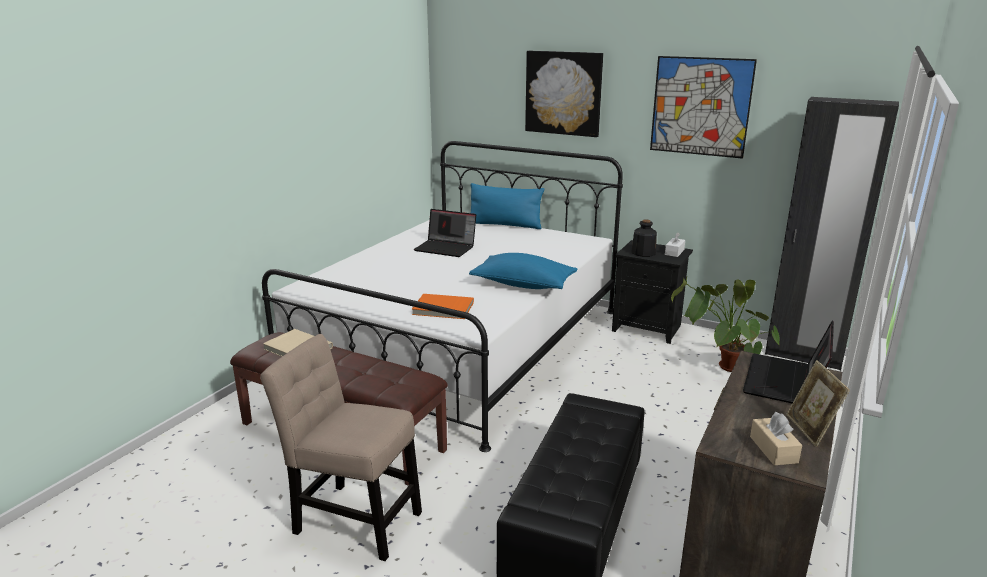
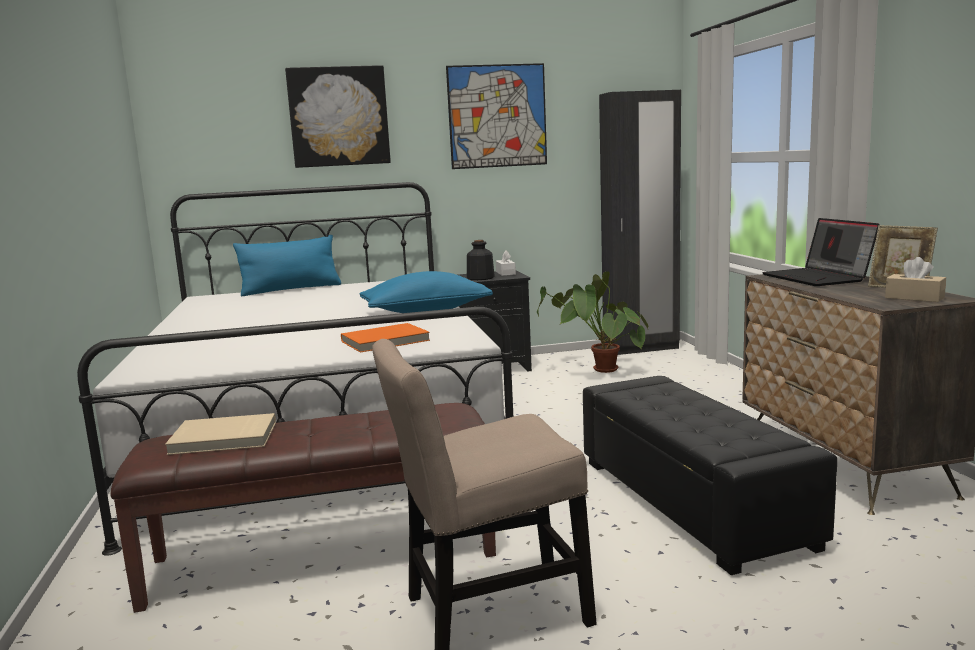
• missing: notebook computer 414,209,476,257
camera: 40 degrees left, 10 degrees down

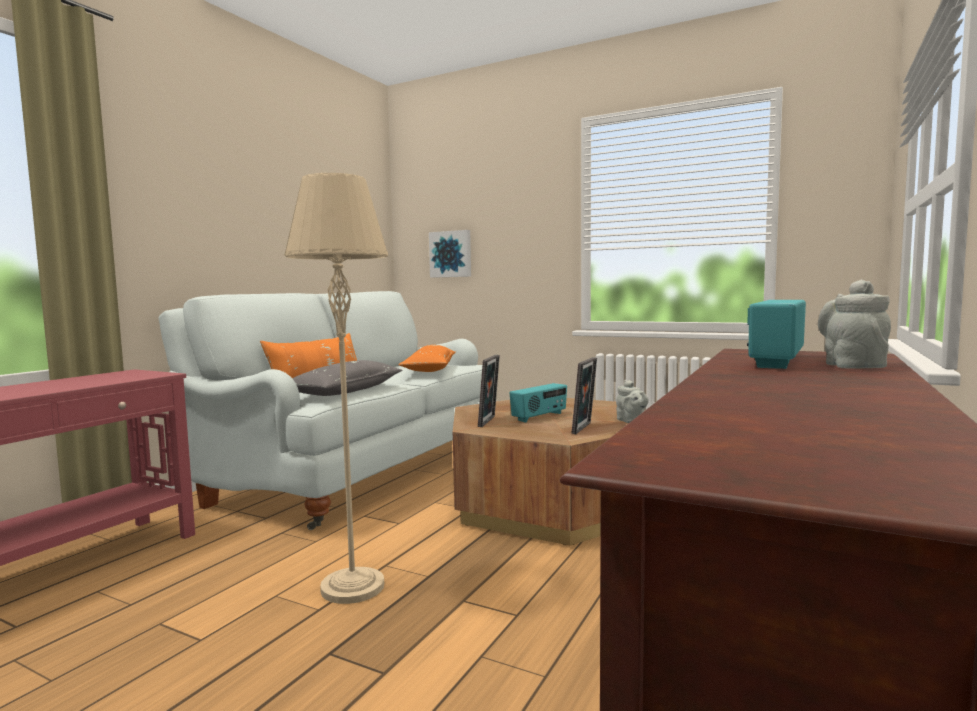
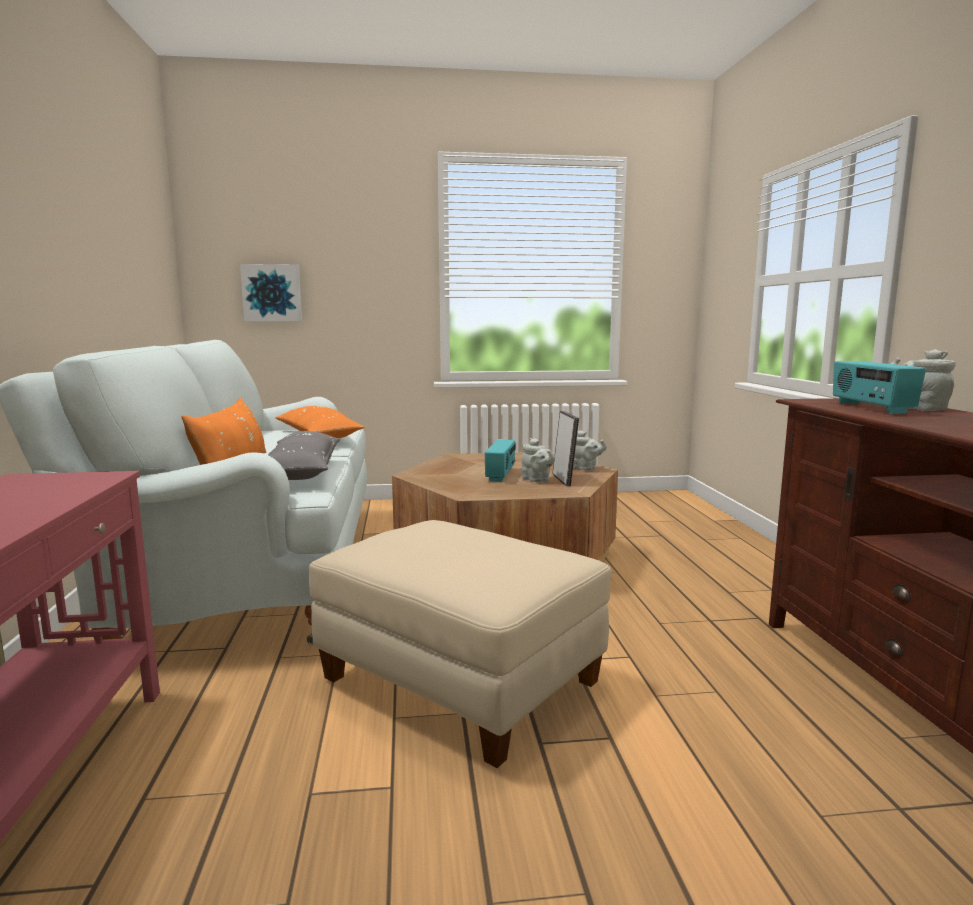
• missing: photo frame 478,355,500,427
• appeared: pot for tea/grey 521,438,555,482
• exchanged: floor lamp/beige-coloured 285,173,388,604 to footrest/beige-coloured 309,520,611,768
camera: 35 degrees left, 5 degrees up

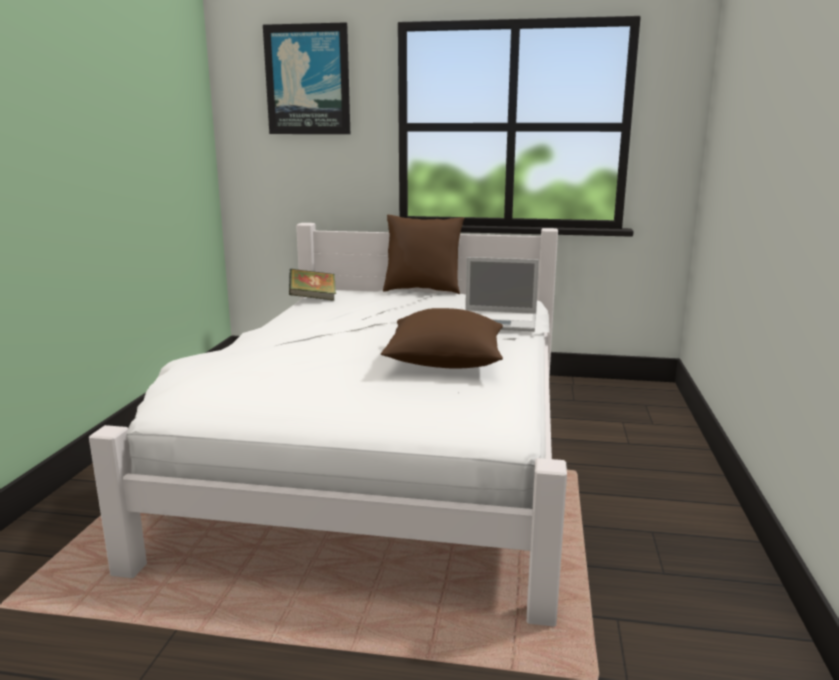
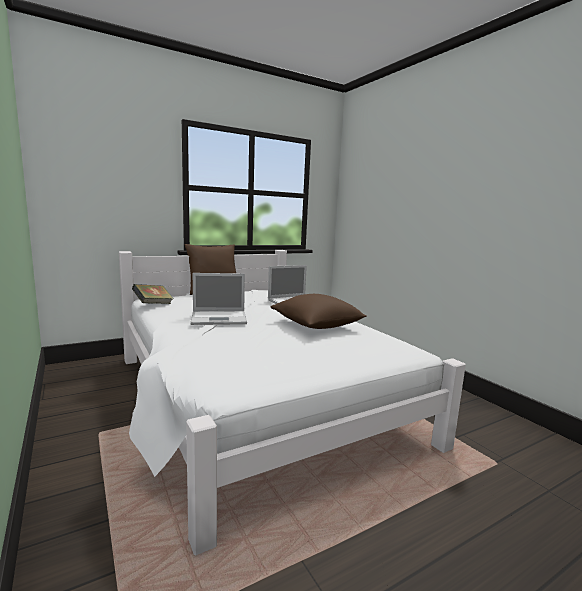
• missing: picture 263,22,350,134
• appeared: notebook computer 190,273,247,325
camera: 40 degrees left, 5 degrees down

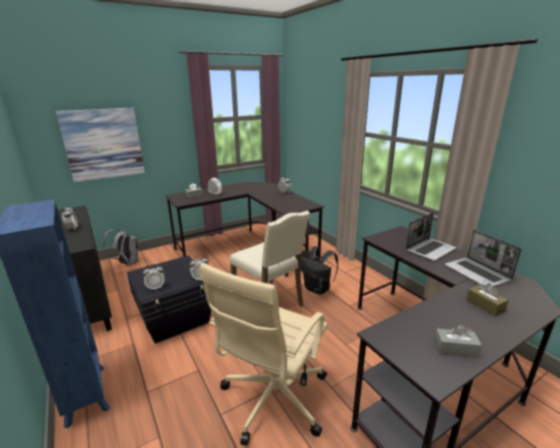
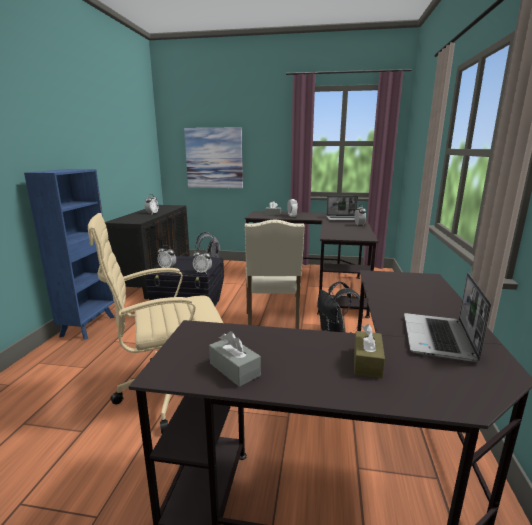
• relocated: notebook computer 406,213,457,261 to 326,196,358,221
camera: 40 degrees right, 5 degrees down

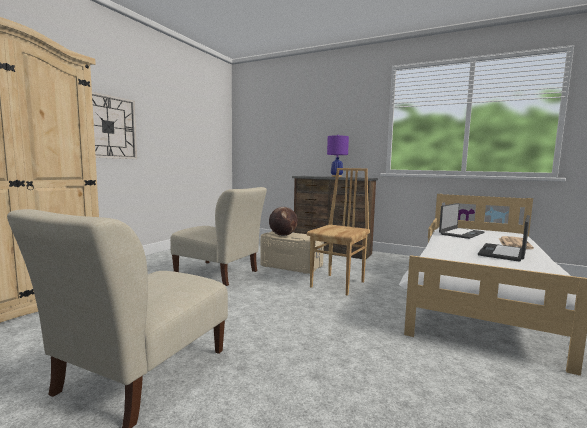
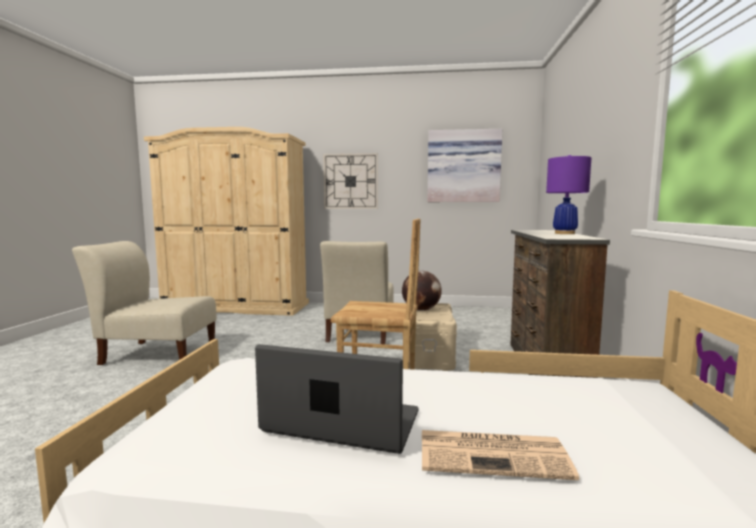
• missing: notebook computer 439,203,484,239
• appeared: picture 427,129,502,202
camera: 70 degrees right, 0 degrees up

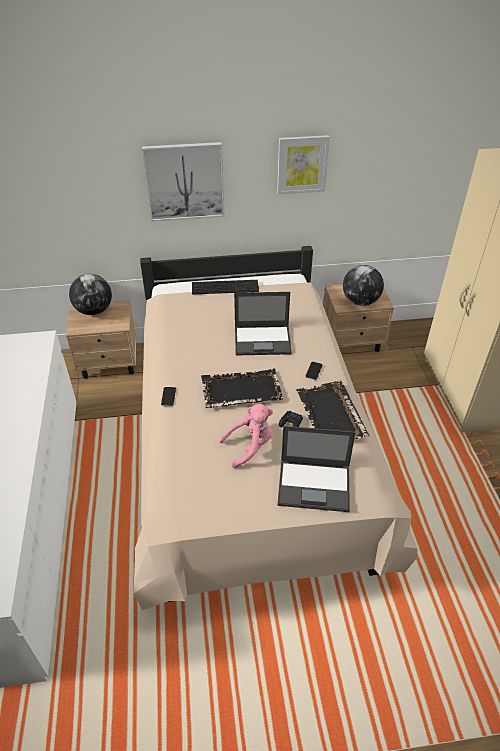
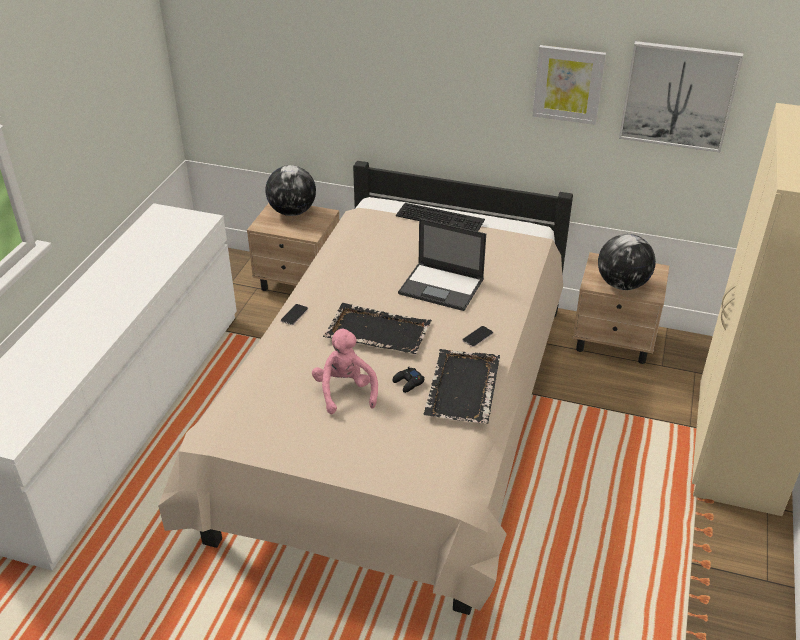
• missing: notebook computer 277,426,356,512
• relocated: picture 142,142,225,222 to 619,41,743,153
• spun: plush toy/pink 219,404,273,468 = 312,328,378,414 105 degrees counterclockwise
camera: 25 degrees right, 5 degrees down

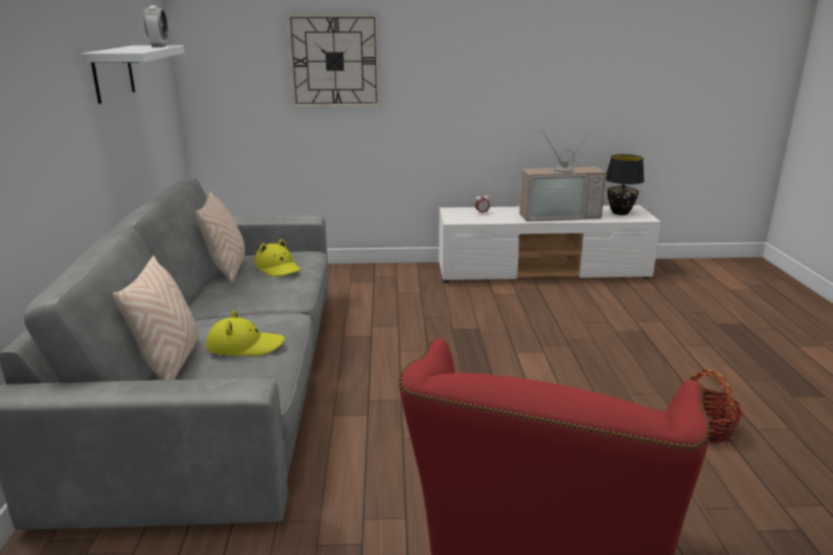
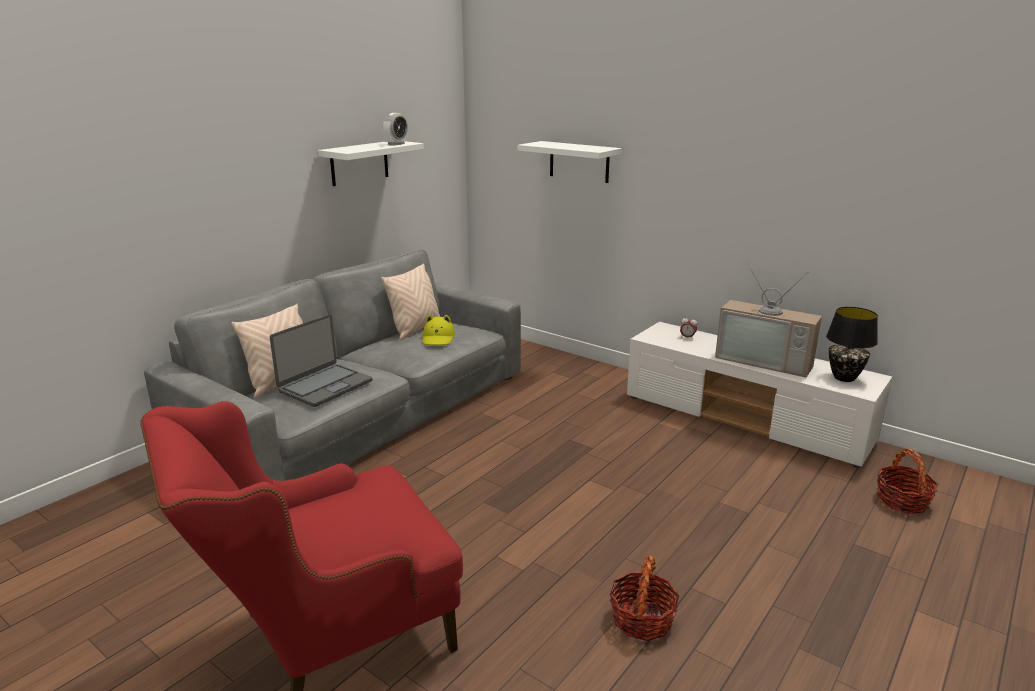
• appeared: basket 877,448,938,514
• exchanged: wearable hat/yellow 206,310,285,356 to notebook computer 270,314,372,407
• exchanged: wall clock 286,13,380,108 to bracket shelf/white-coloured 518,141,622,183
camera: 40 degrees right, 0 degrees up

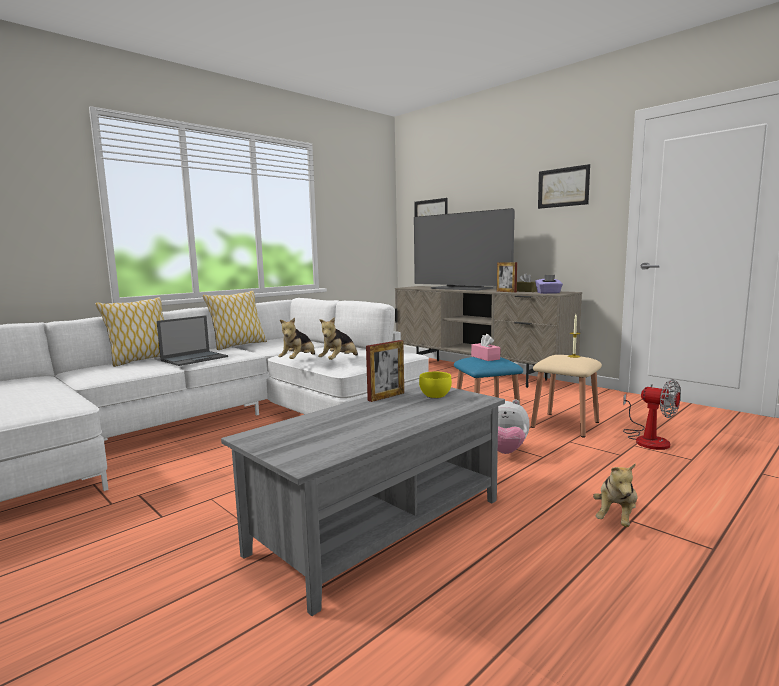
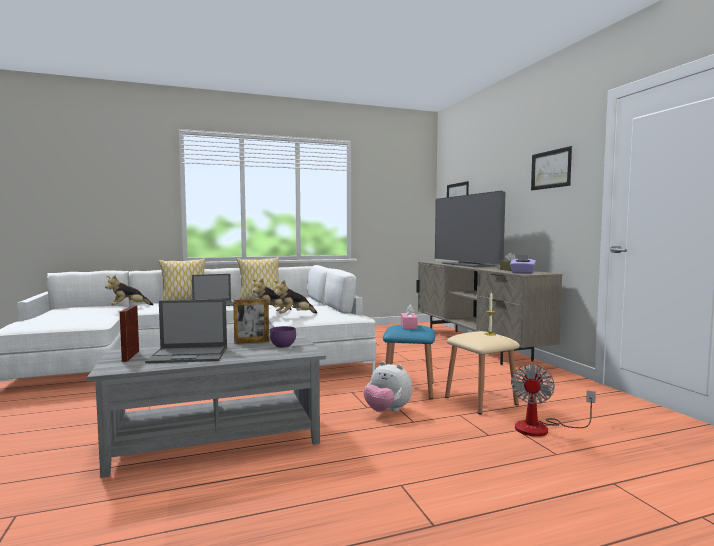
• appeared: notebook computer 145,299,227,364
• relocated: photo frame 497,262,517,293 to 120,305,139,362
• relocated: plush toy 593,463,638,527 to 105,275,153,305
• colour: deep dish/yellow 419,372,452,399 to deep dish/purplish 270,326,296,348
• spun: electric fan 623,379,681,450 = 511,364,596,437 45 degrees clockwise
camera: 25 degrees right, 5 degrees down

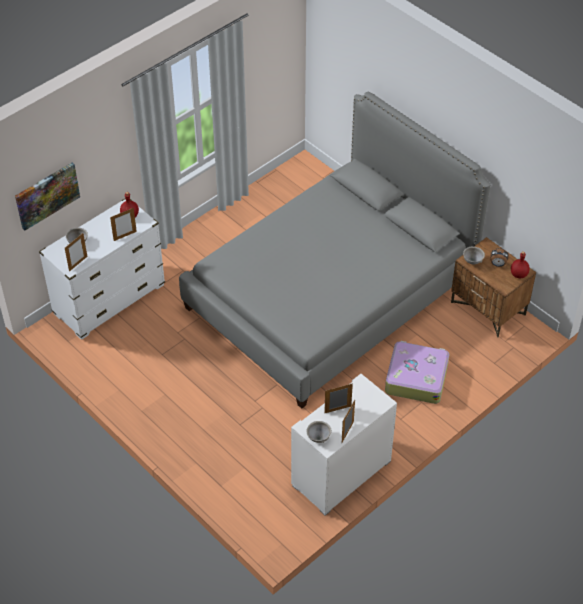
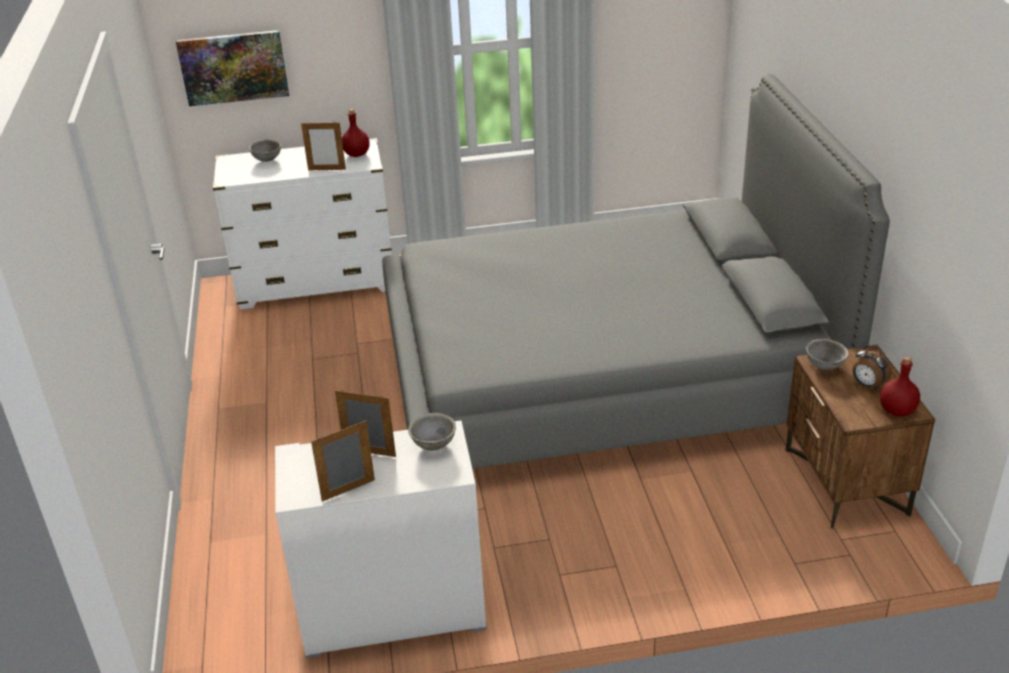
• missing: photo frame 65,233,87,272
• missing: travel case 385,341,449,404
• relocated: deep dish/grey 306,421,332,443 to 408,413,456,451
camera: 35 degrees right, 15 degrees down

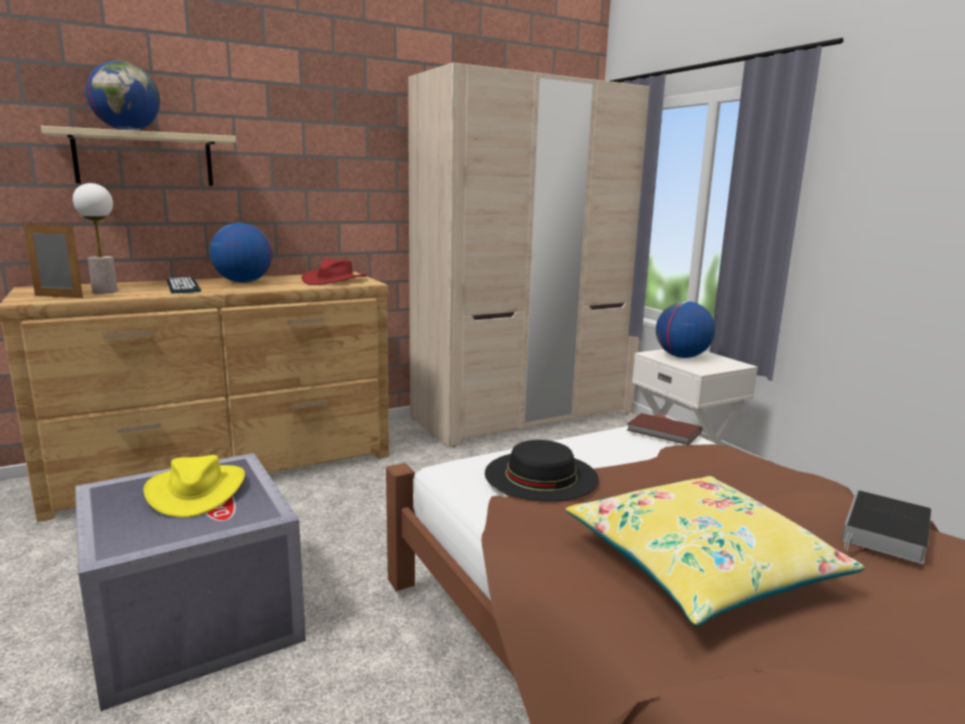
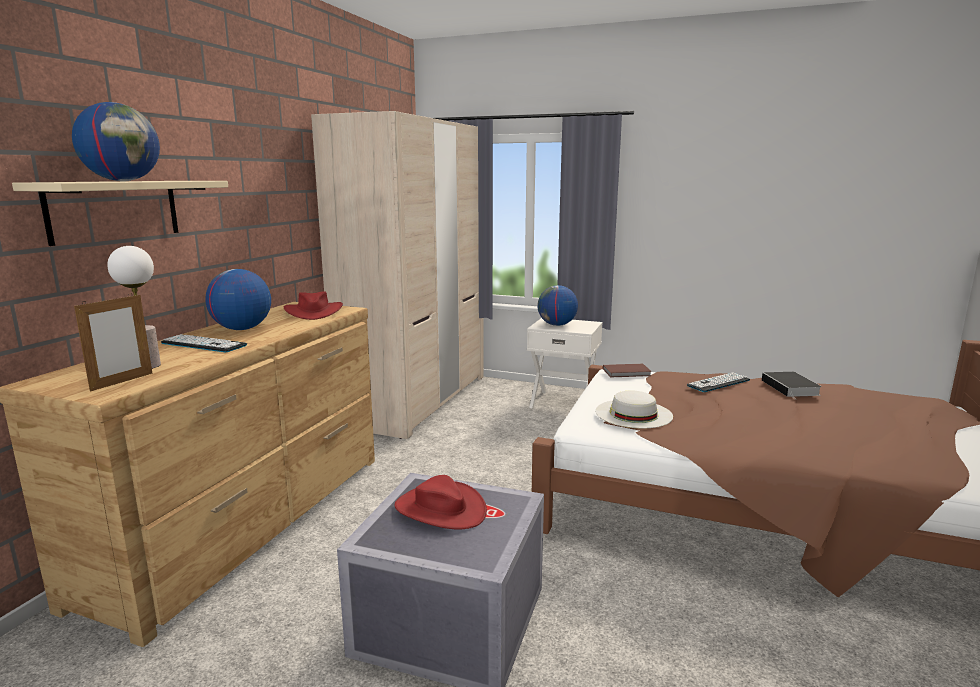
• missing: pillow/yellow 566,476,865,626
• appeared: computer keyboard 687,372,750,392
• colour: wearable hat/yellow 144,455,245,518 to wearable hat/reddish 395,475,487,529
• colour: wearable hat/black-coloured 485,440,599,502 to wearable hat/white-coloured 595,391,673,429
• spun: photo frame 24,221,83,298 = 74,293,153,391 150 degrees clockwise
camera: 40 degrees left, 0 degrees up

